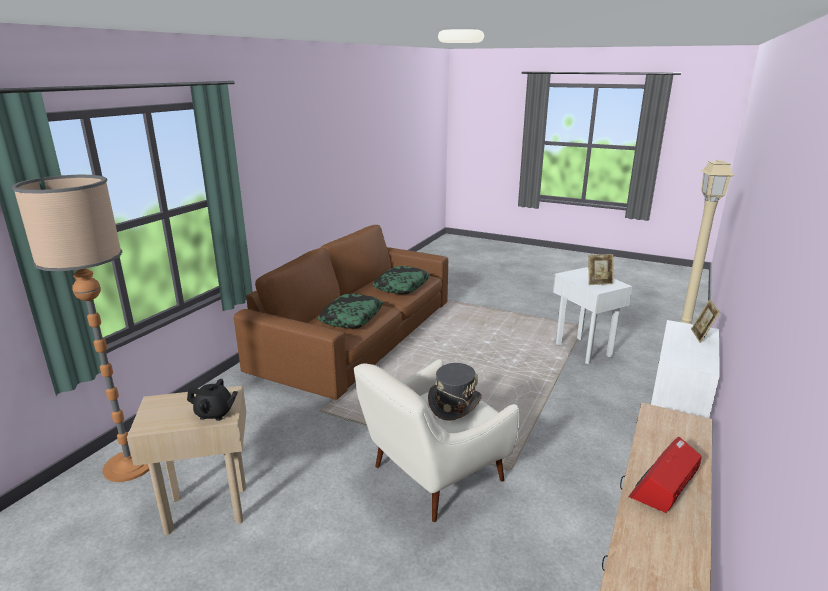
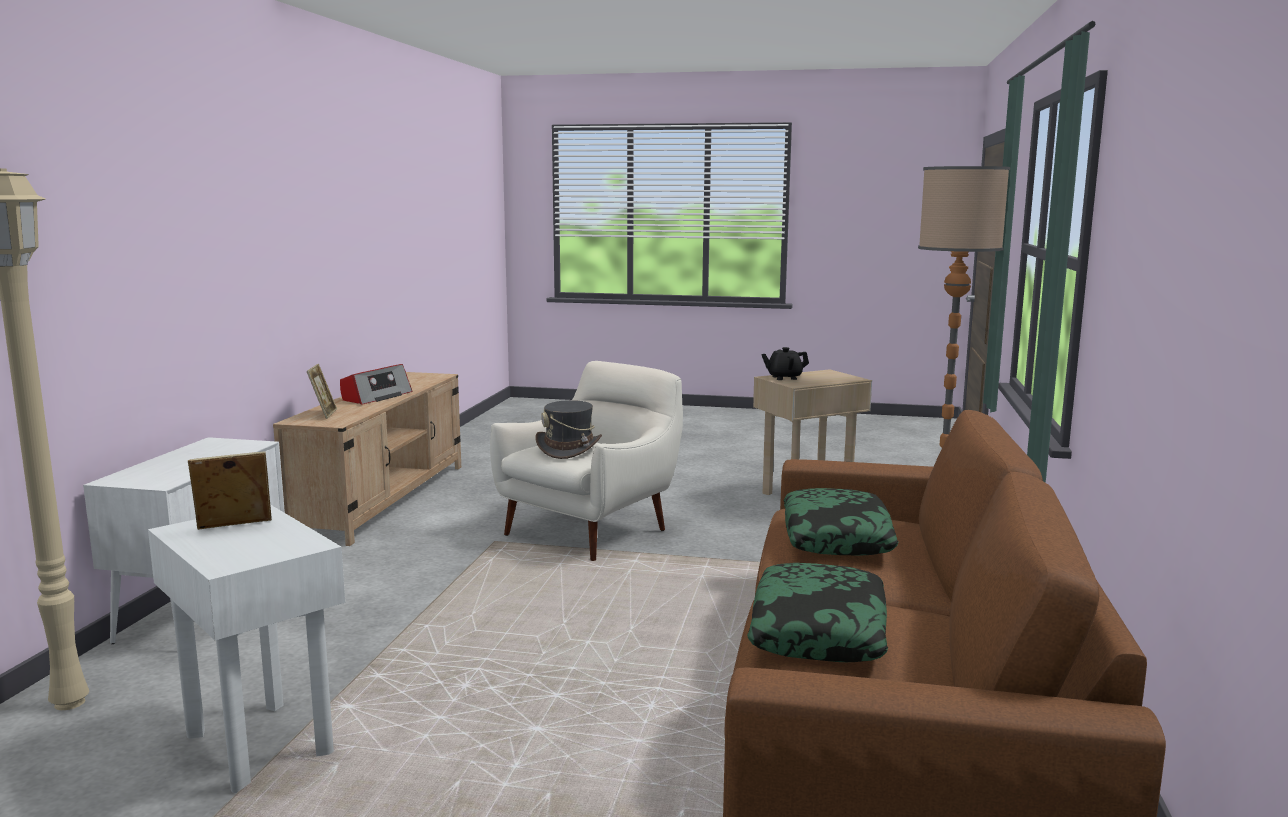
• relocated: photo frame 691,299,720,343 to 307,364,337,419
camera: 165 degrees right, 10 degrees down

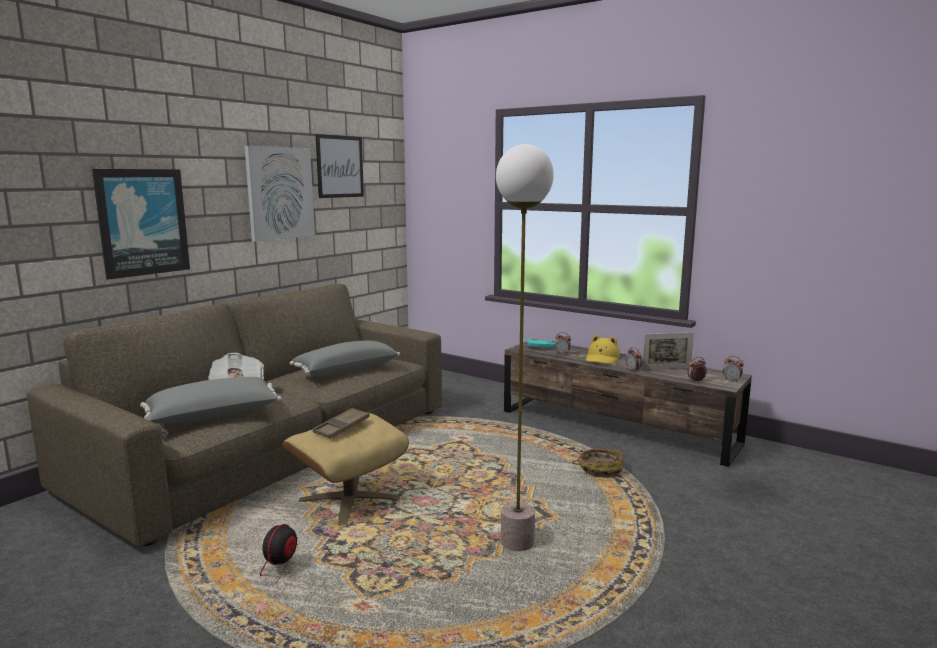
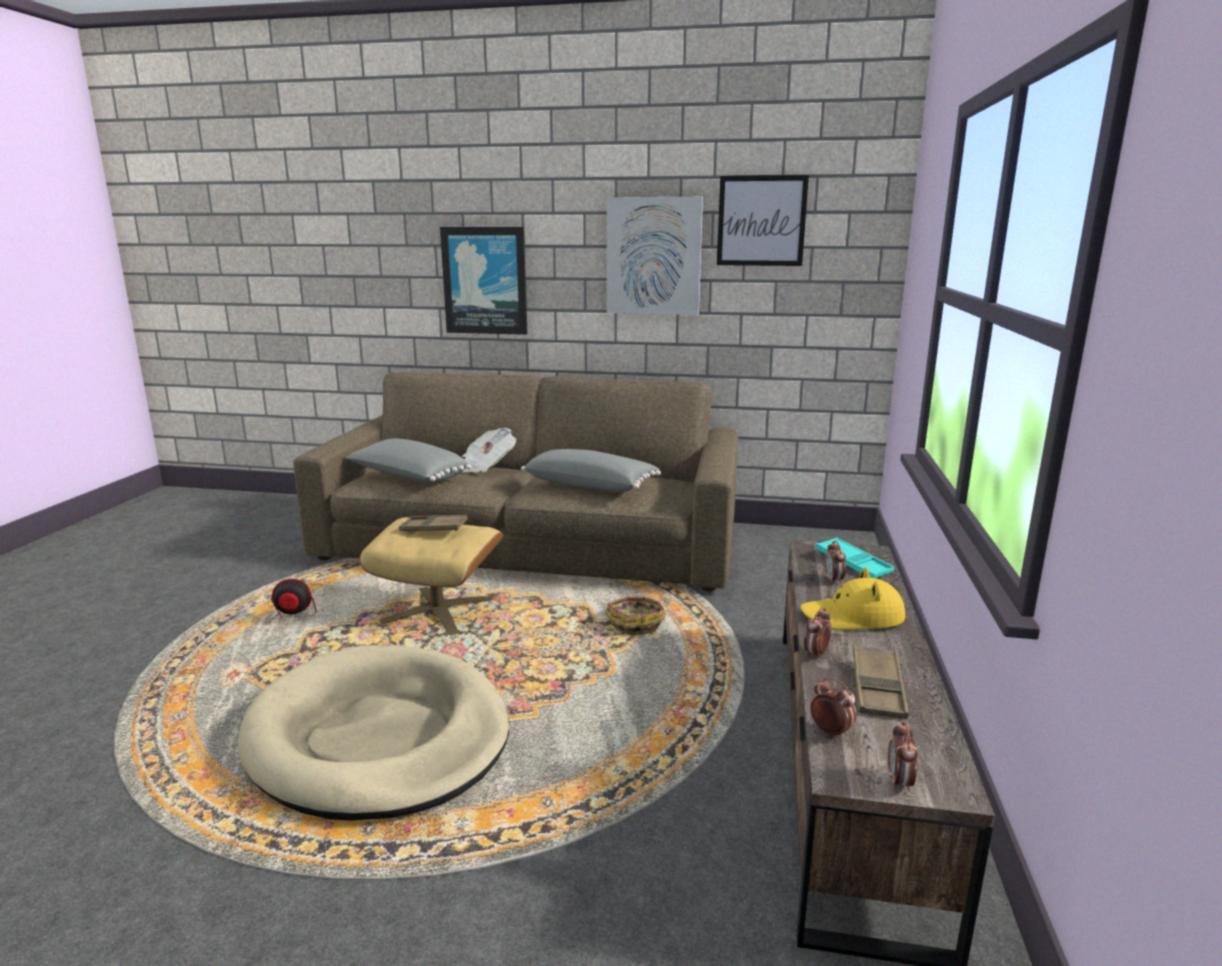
• relocated: basket 572,449,624,478 to 606,596,667,635
• exchanged: floor lamp 496,144,554,551 to dog cushion/beige-coloured 238,645,509,820
• exchanged: photo frame 642,332,694,370 to carrying tray/brown 853,645,909,719
camera: 65 degrees right, 5 degrees up

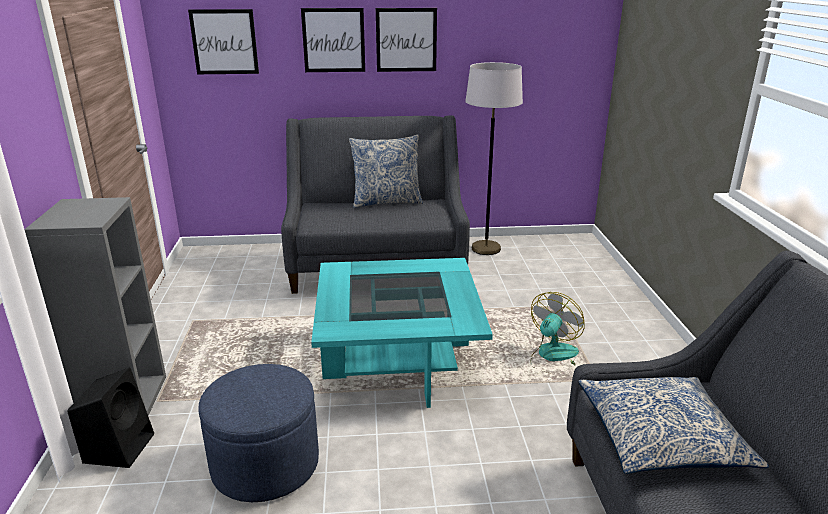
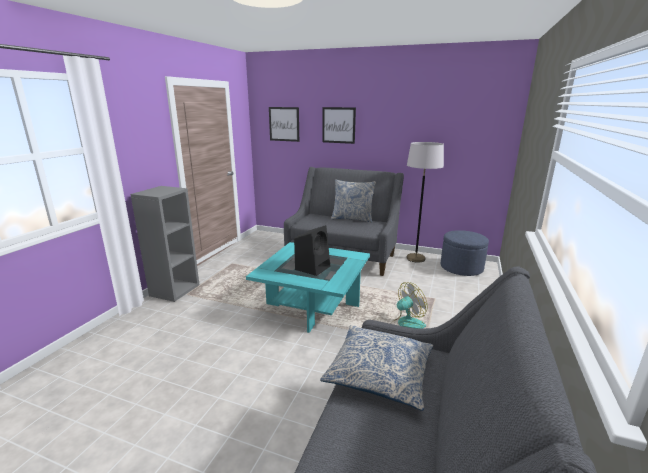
• missing: picture 376,8,437,72
• relocated: speaker/black-coloured 67,367,154,468 to 294,225,330,276
• relocated: footrest/blue-coloured 198,364,319,502 to 441,230,489,276
camera: 25 degrees right, 5 degrees down

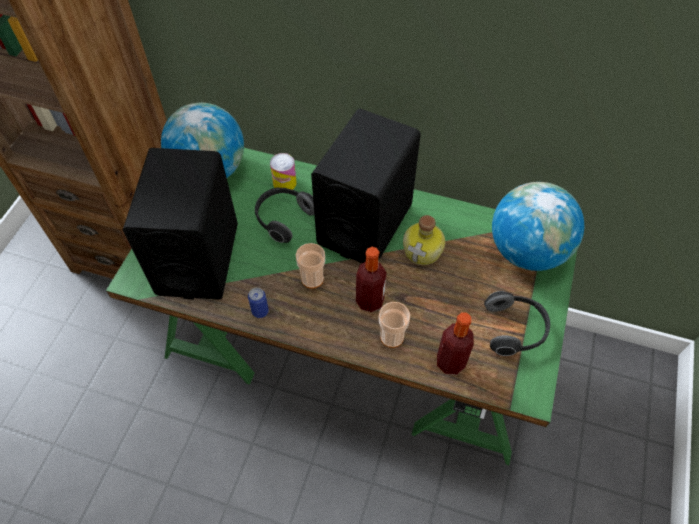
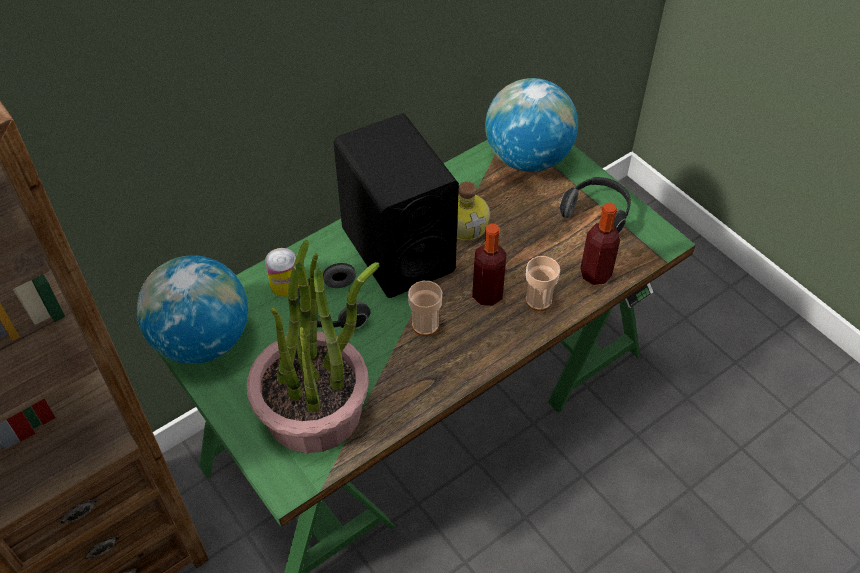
• missing: metal can 248,288,269,318
• exchanged: speaker/black-coloured 123,148,238,300 to potted plant 247,240,379,453
camera: 55 degrees left, 5 degrees down

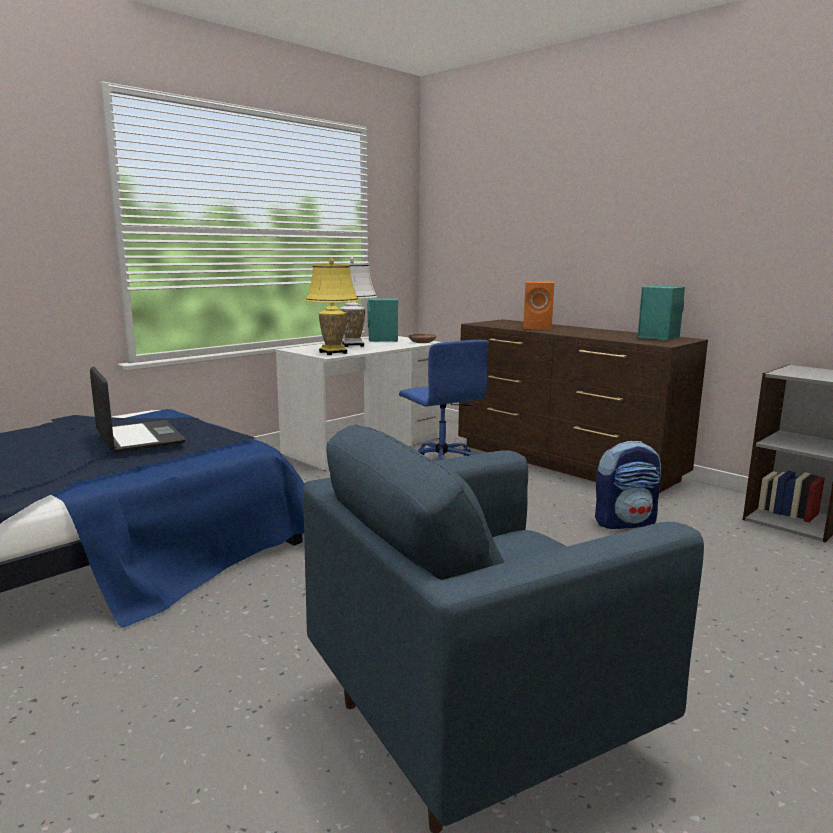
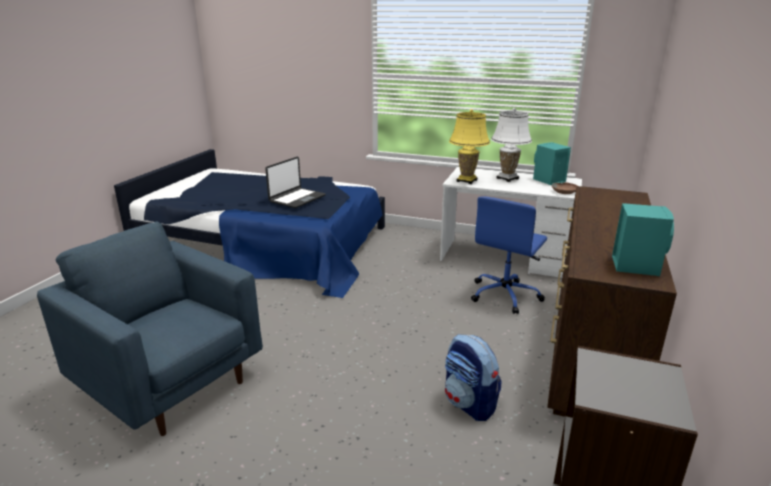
• missing: speaker/orangey 523,281,554,330
camera: 65 degrees right, 10 degrees up

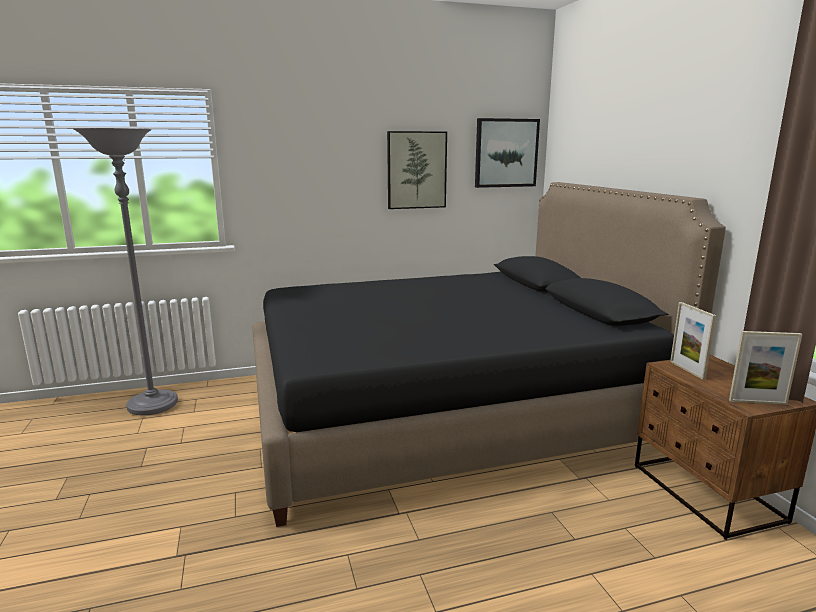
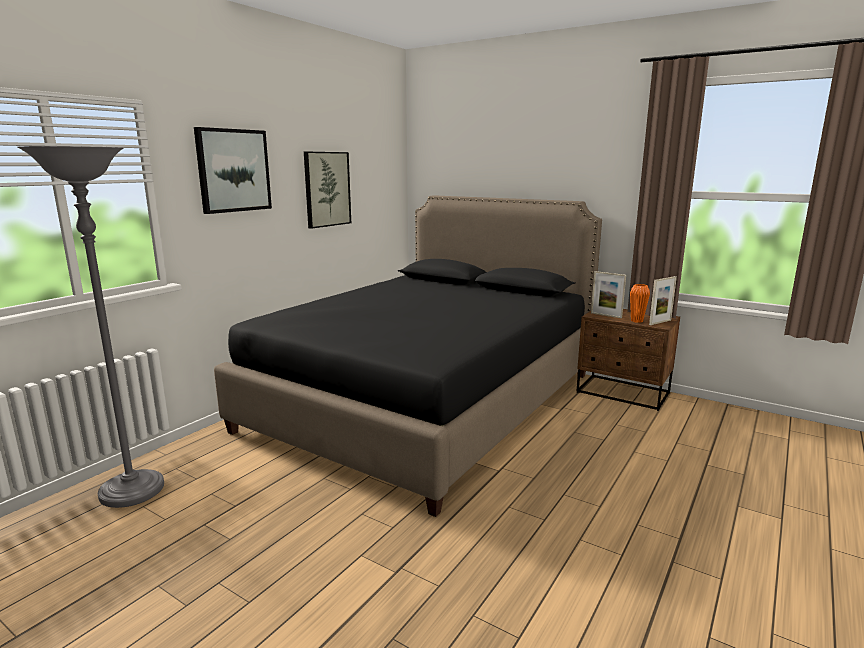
• appeared: vase/orangey 630,284,650,323
• relocated: picture 475,118,540,188 to 194,127,272,214
camera: 40 degrees left, 0 degrees up

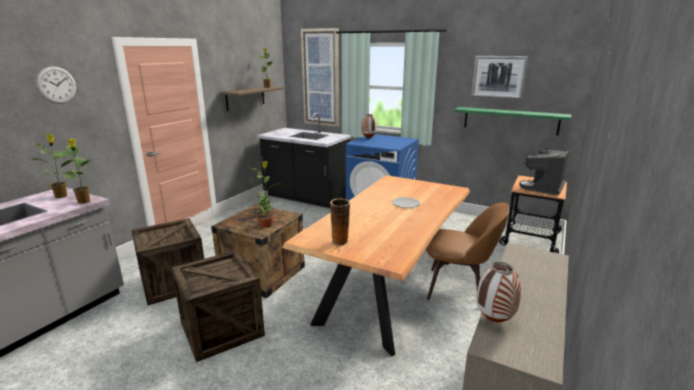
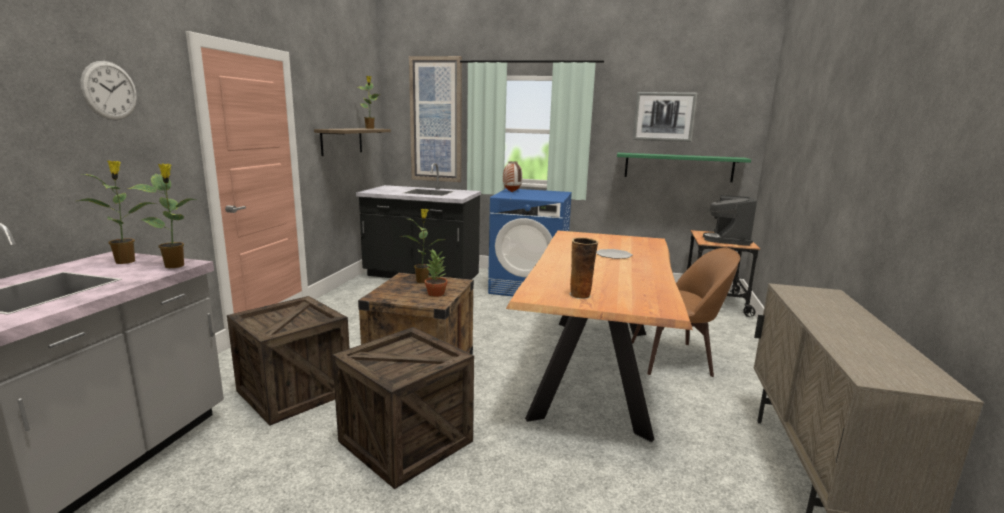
• missing: vase 477,262,521,322
camera: 15 degrees left, 5 degrees down

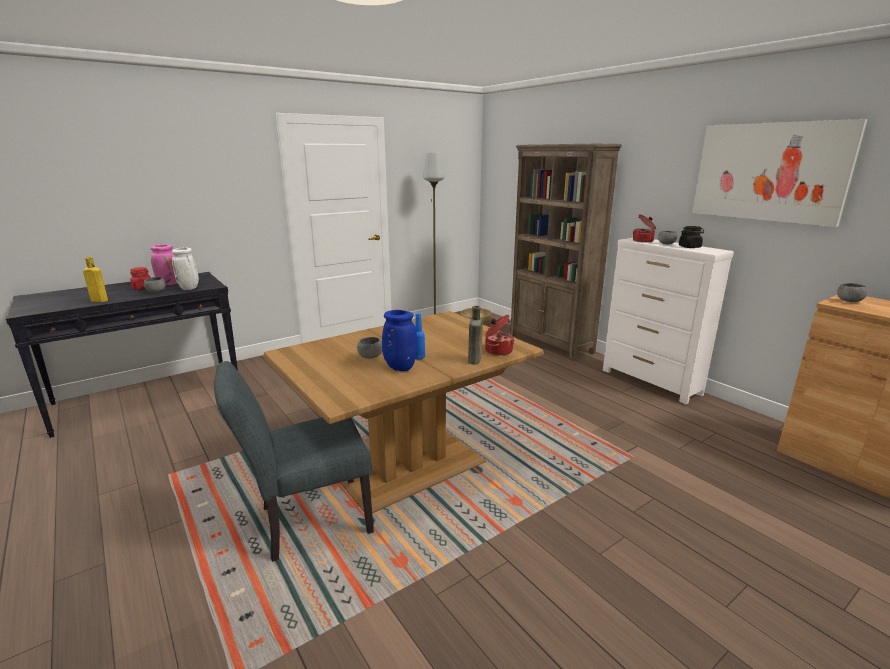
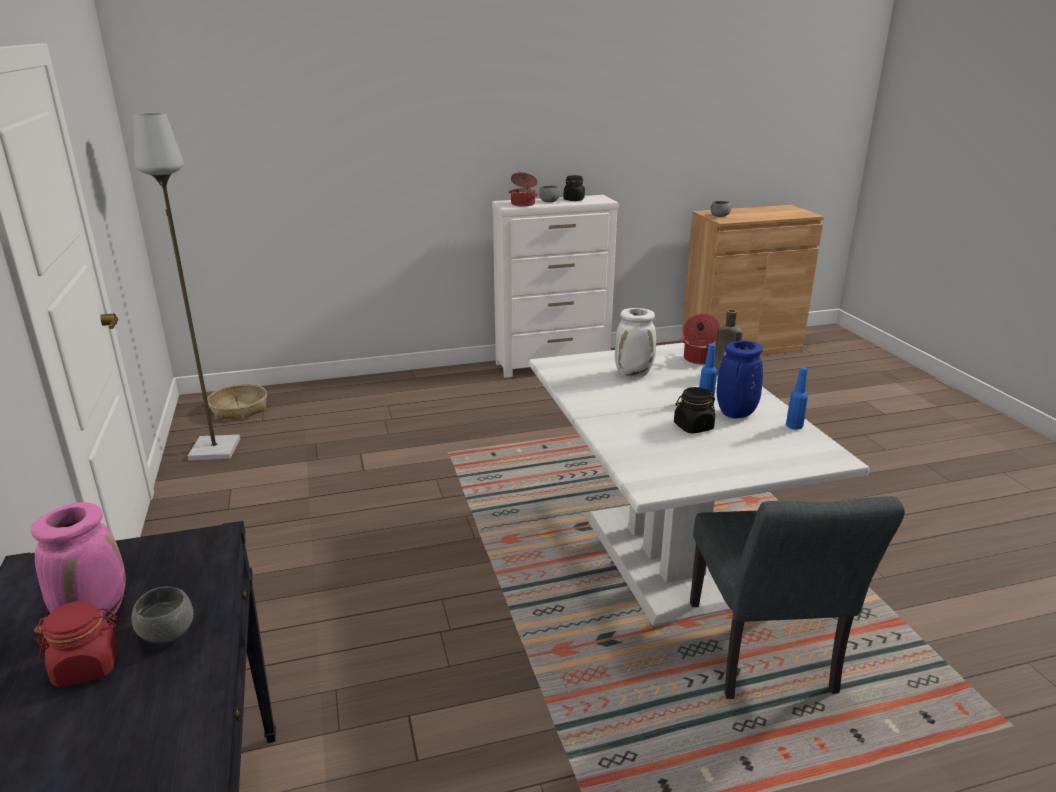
• missing: drink bottle/yellow 83,257,108,302
• missing: shelving unit/brown 510,144,622,361
• missing: picture 692,119,868,227
• appeared: drink bottle/blue-coloured 786,367,808,430
• relocated: vase/white-coloured 172,247,199,290 to 615,308,656,377
• exchanged: deep dish/grey 357,337,382,359 to storage jar/black-coloured 674,387,715,434
• colour: dining table/brown 264,311,543,513 to dining table/white-coloured 529,343,869,626
camera: 70 degrees left, 5 degrees up

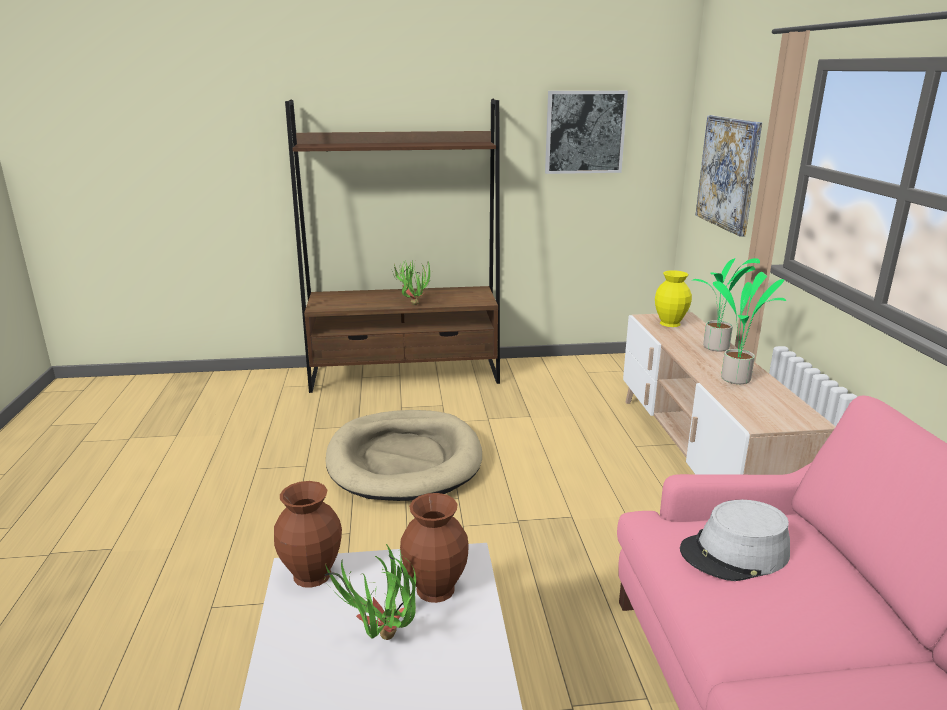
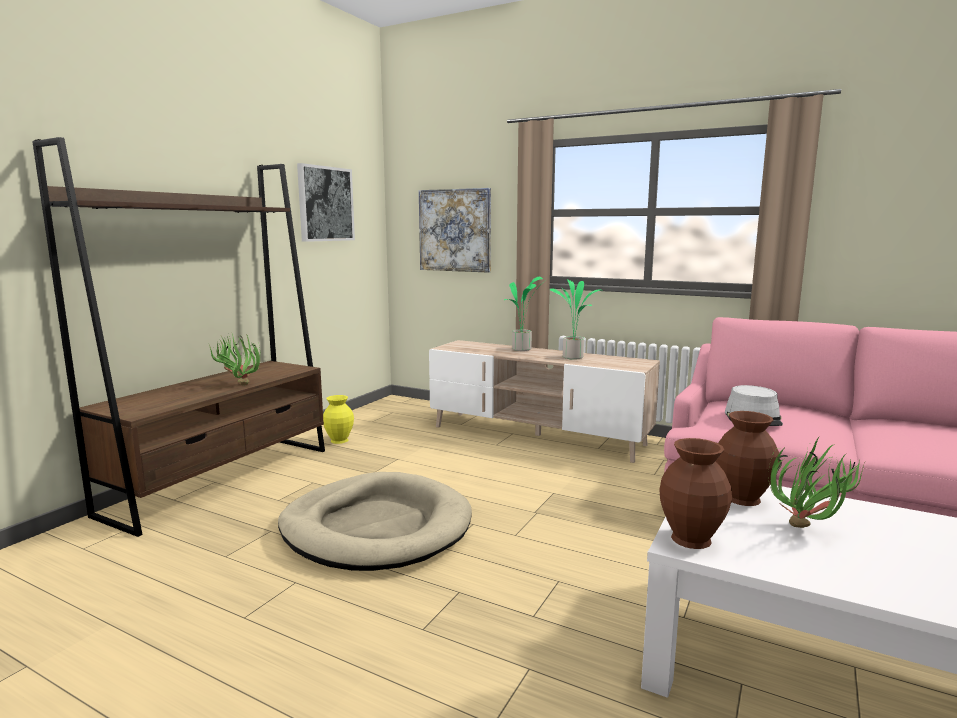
• relocated: vase/yellow 655,270,692,327 to 323,395,354,444
camera: 55 degrees left, 10 degrees down

